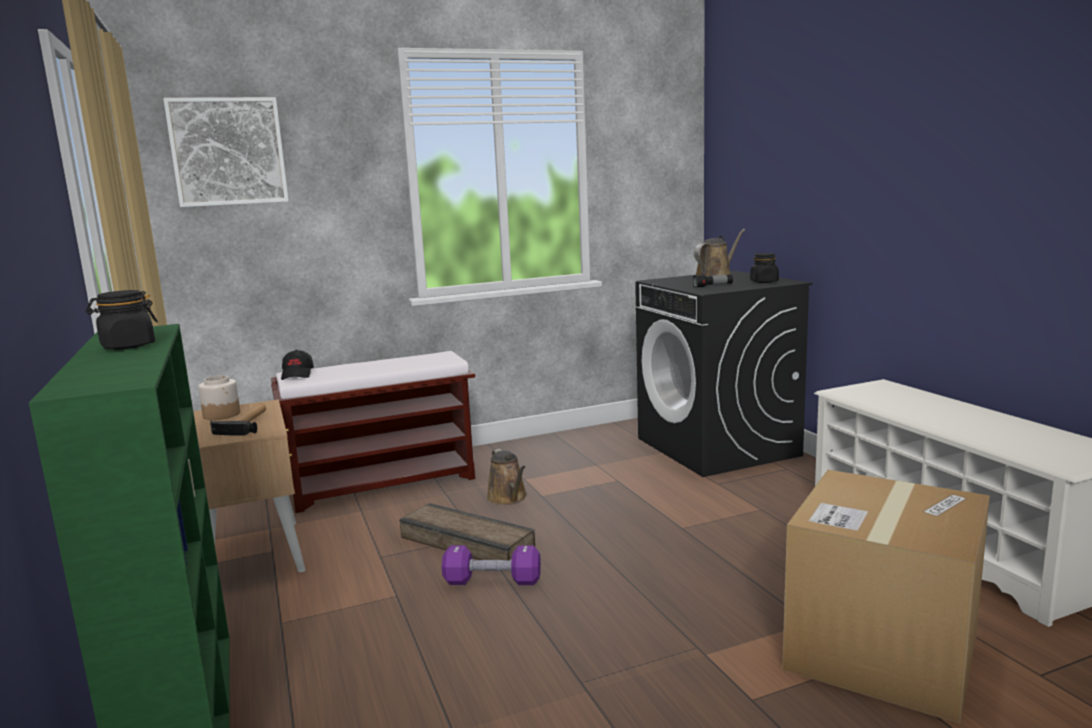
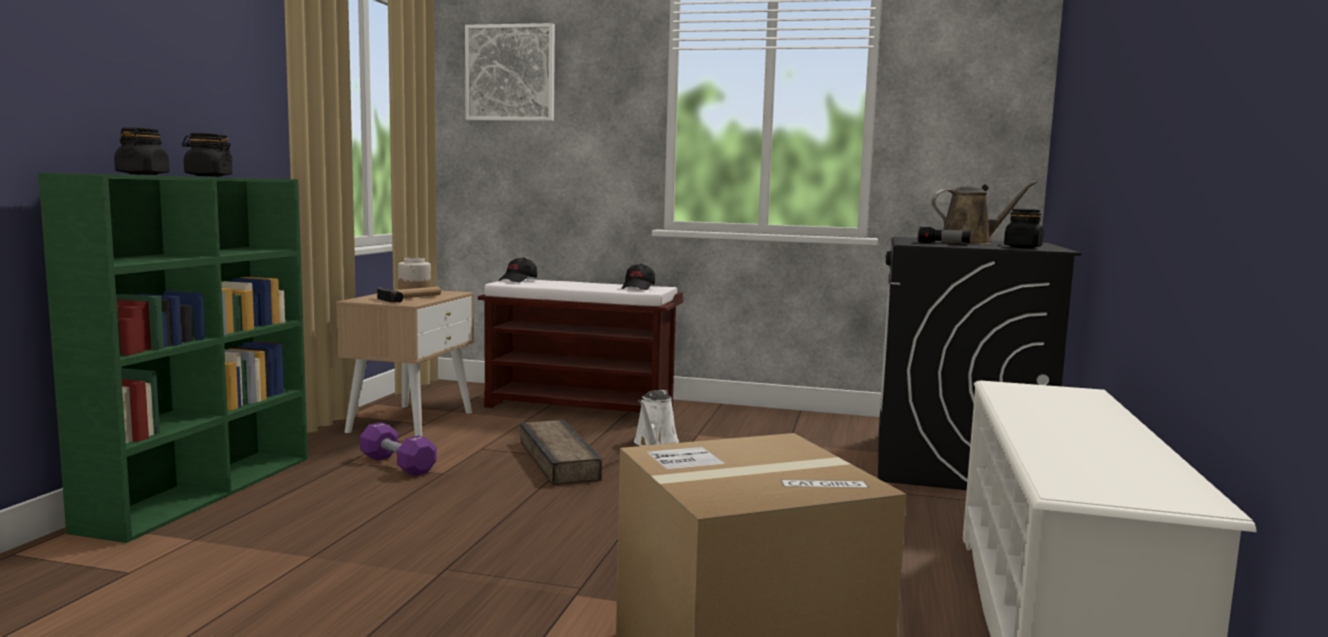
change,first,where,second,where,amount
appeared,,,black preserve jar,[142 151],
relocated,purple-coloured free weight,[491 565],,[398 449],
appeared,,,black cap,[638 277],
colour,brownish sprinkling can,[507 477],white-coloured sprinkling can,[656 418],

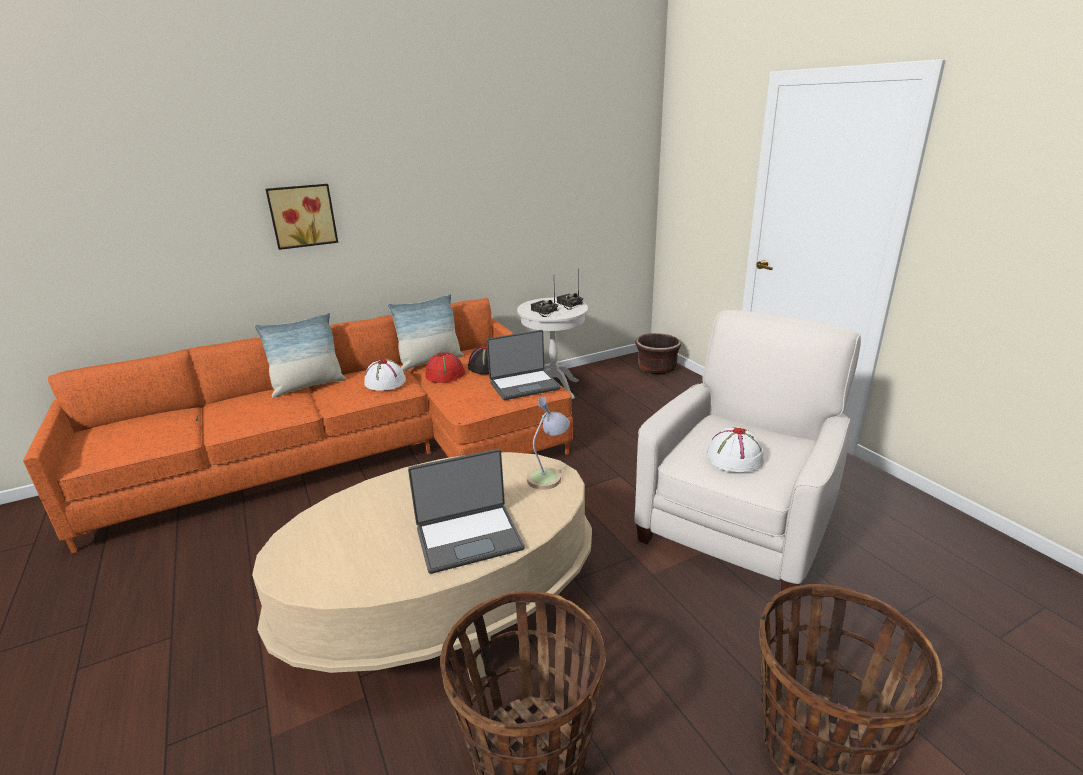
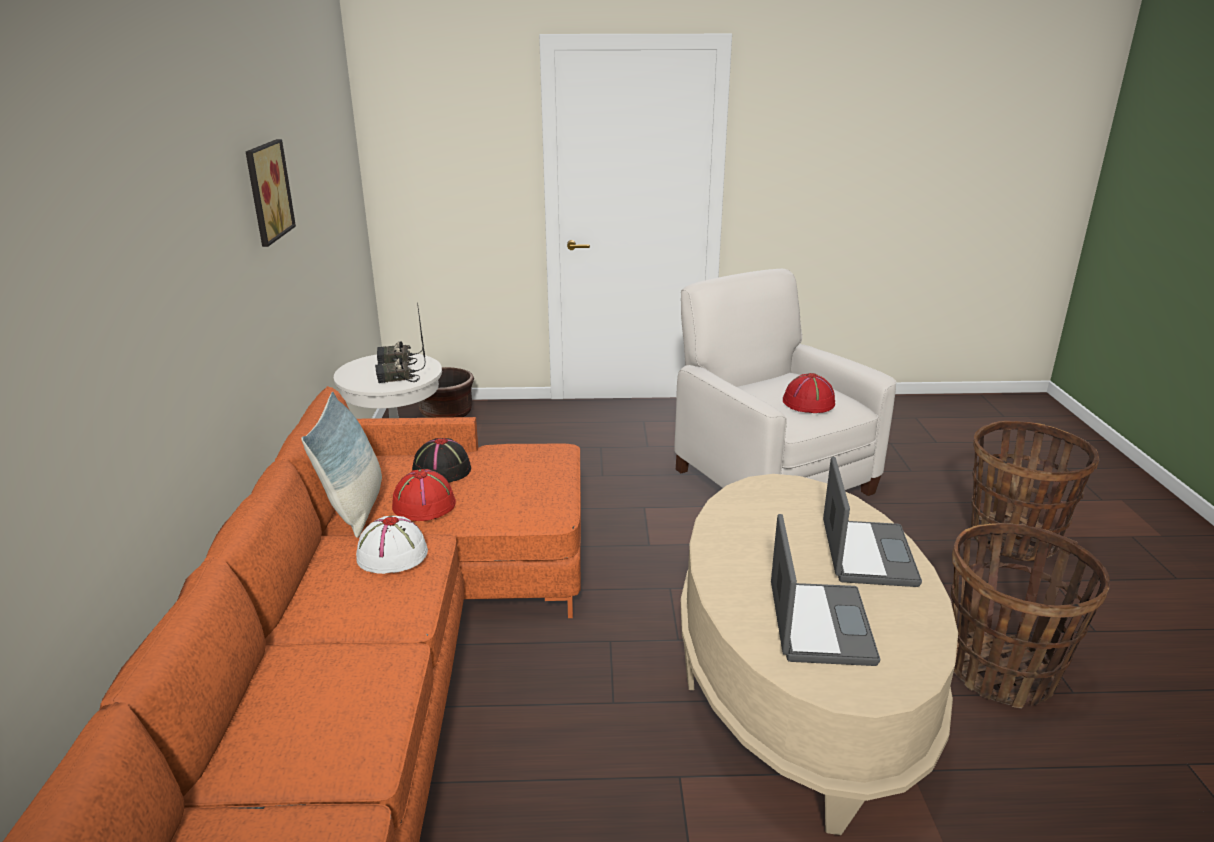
change,first,where,second,where,amount
relocated,picture,[301 217],,[271 193],
relocated,notebook computer,[523 365],,[825 590],
colour,white-coloured wearable hat,[735 449],red-coloured wearable hat,[809 393],
missing,pillow,[300 355],,,
missing,lamp for a table,[548 443],,,

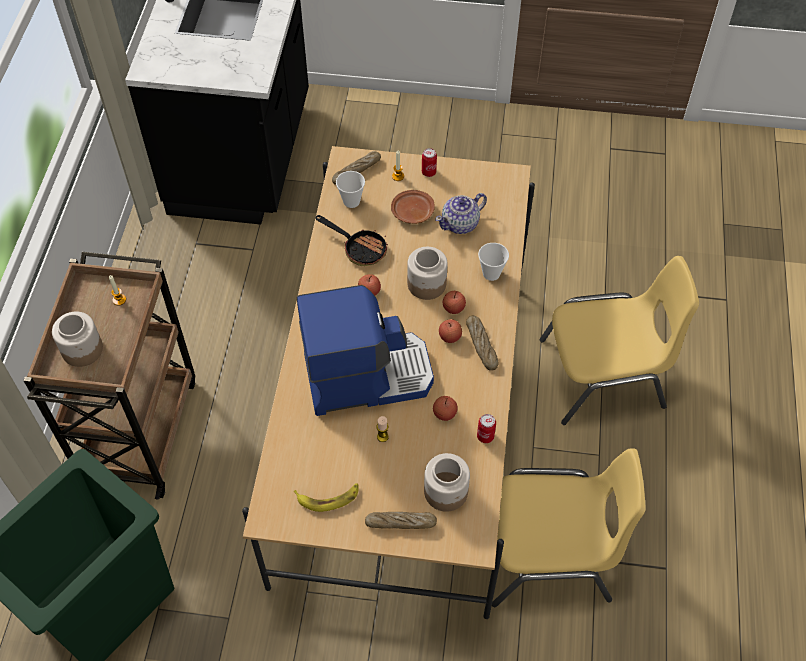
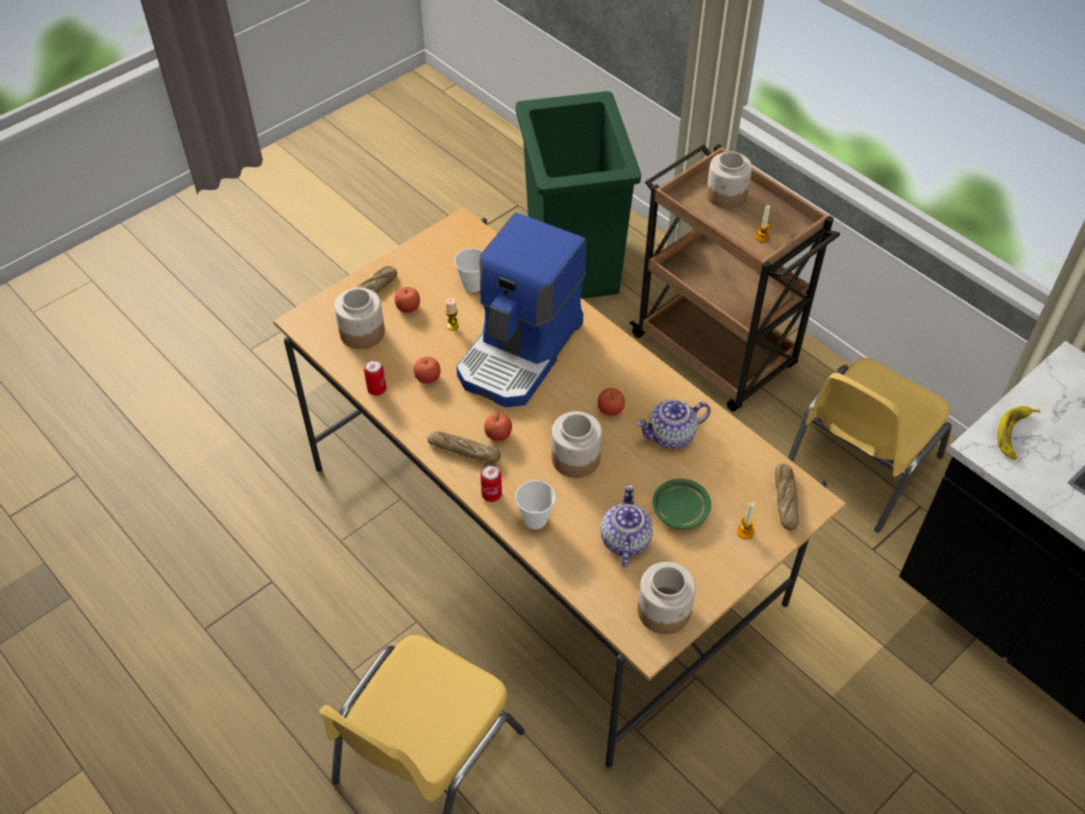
change,first,where,second,where,amount
relocated,apple fruit,[454 302],,[407 300],
relocated,cup,[350 189],,[468 270],
relocated,can,[429 162],,[491 483],
exchanged,skillet,[351 240],teapot,[673 424],
appeared,,,preserve jar,[666 598],
colour,brownish dinner plate,[413 207],greenish dinner plate,[681 504],
relocated,yellowish upright chair,[569 527],,[870 445],
relocated,whole banana,[326 497],,[1018 433],

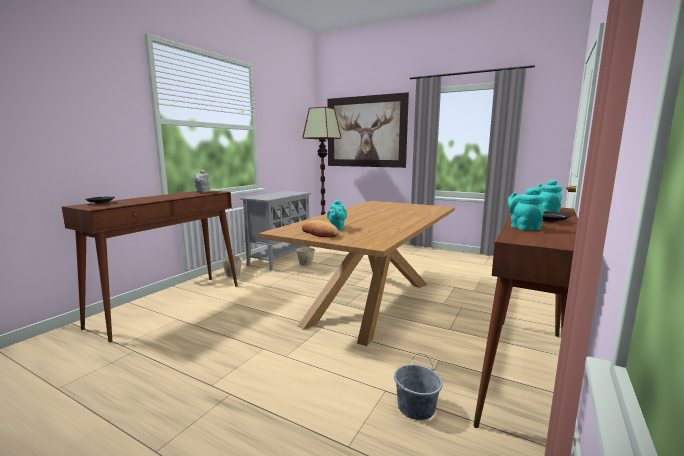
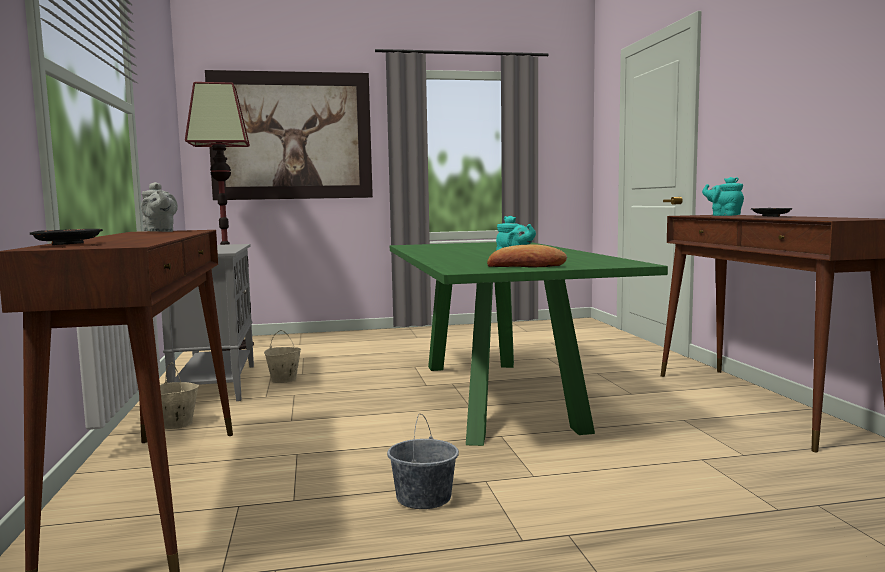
change,first,where,second,where,amount
relocated,greyish water bucket,[418 386],,[423 461],
colour,brownish dinner table,[357 273],greenish dinner table,[529 344],
missing,turquoise teapot,[526 209],,,

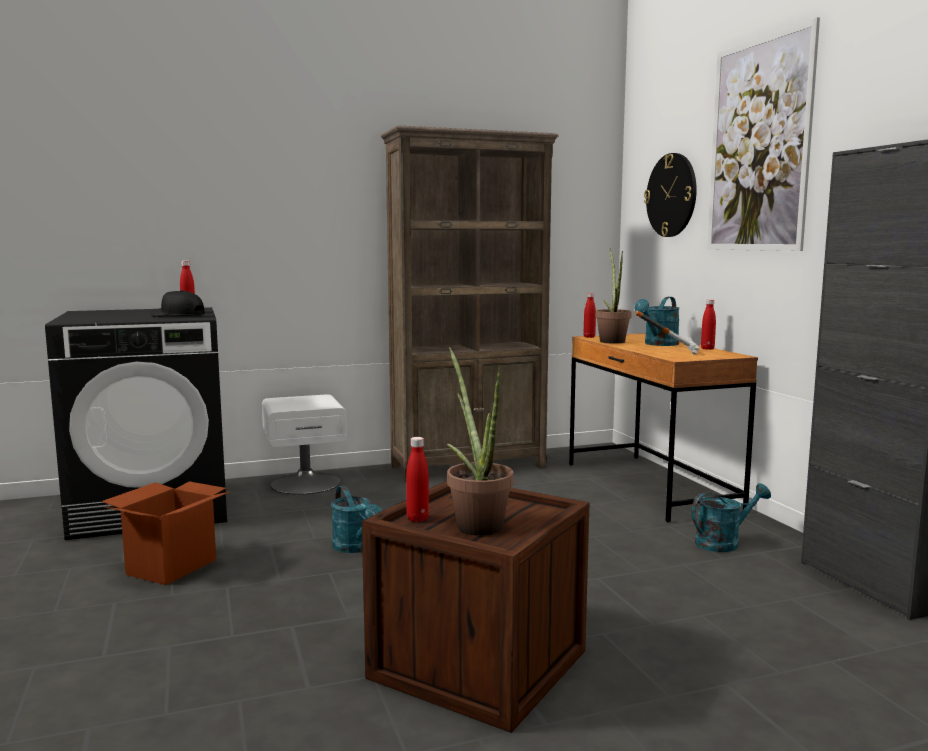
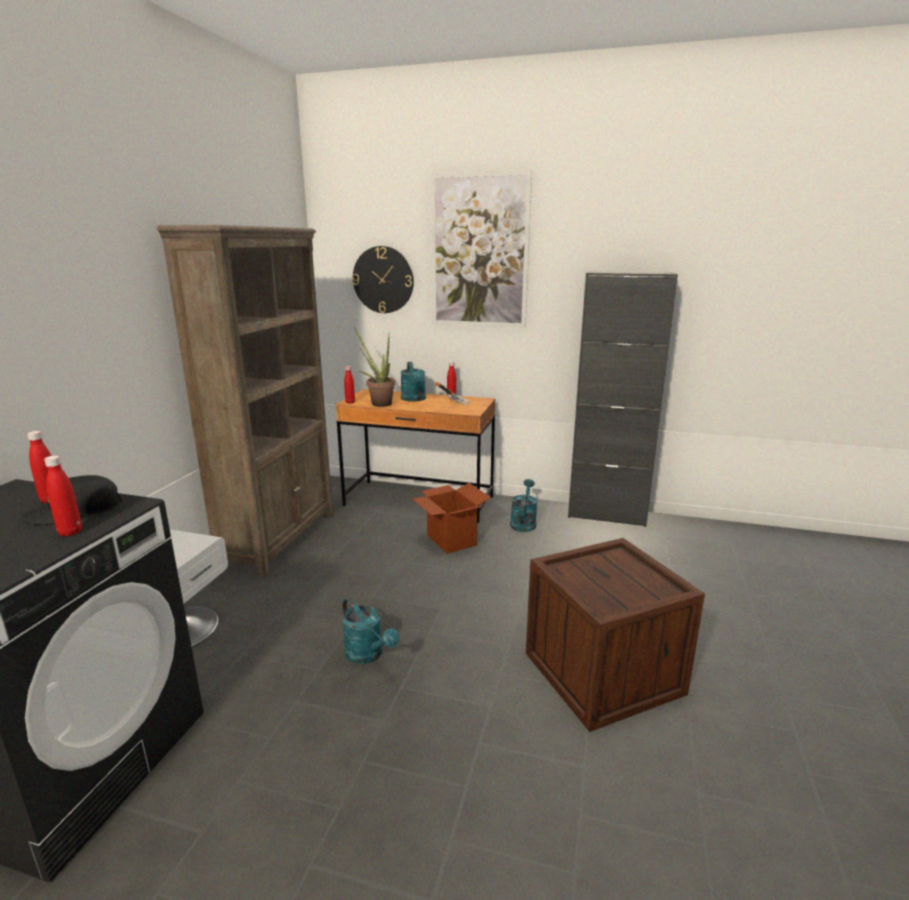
change,first,where,second,where,amount
relocated,red-coloured drink bottle,[417 479],,[63 495],
spun,turquoise sprinkling can,[356 519],,[370 630],45 degrees clockwise
relocated,packing box,[166 533],,[451 518],
missing,plant in a pot,[480 441],,,

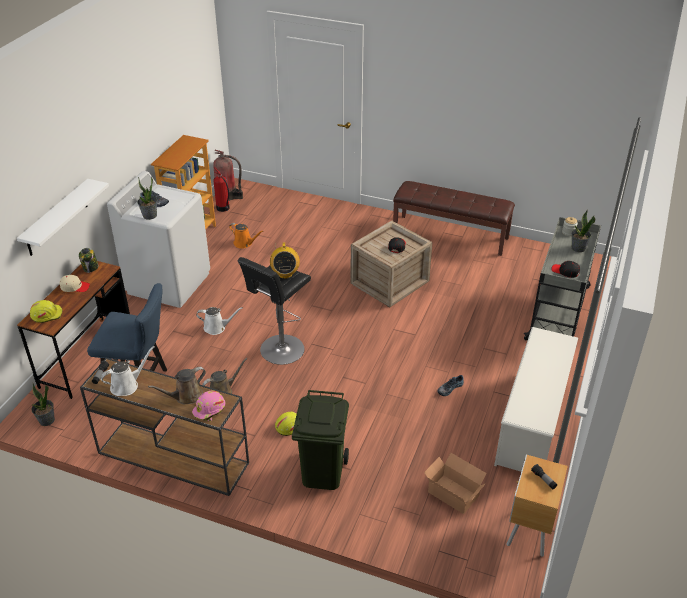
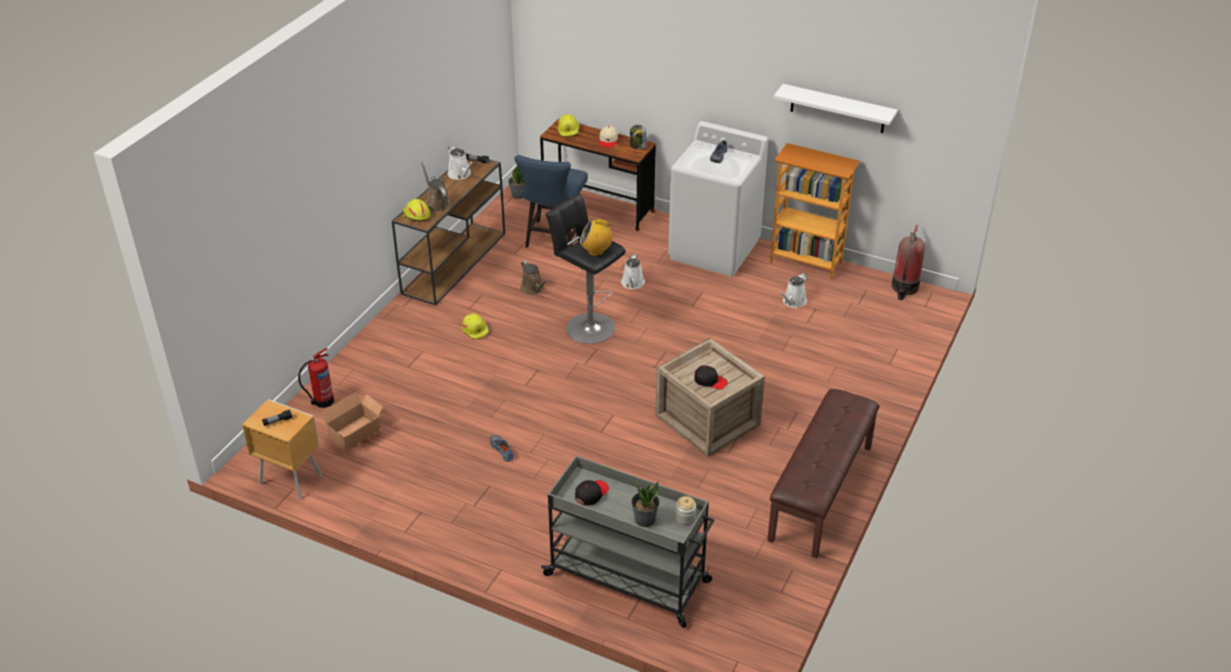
change,first,where,second,where,amount
relocated,extinguisher,[221 189],,[316 378],
colour,pinkish hard hat,[208 406],yellowish hard hat,[416 210],
relocated,white-coloured shelf,[63 217],,[835 108],
colour,orange-coloured sprinkling can,[246 236],white-coloured sprinkling can,[793 290],
missing,plant in a pot,[147 198],,,
missing,greenish waste bin,[320 440],,,
missing,white-coloured shoe rack,[536 399],,,

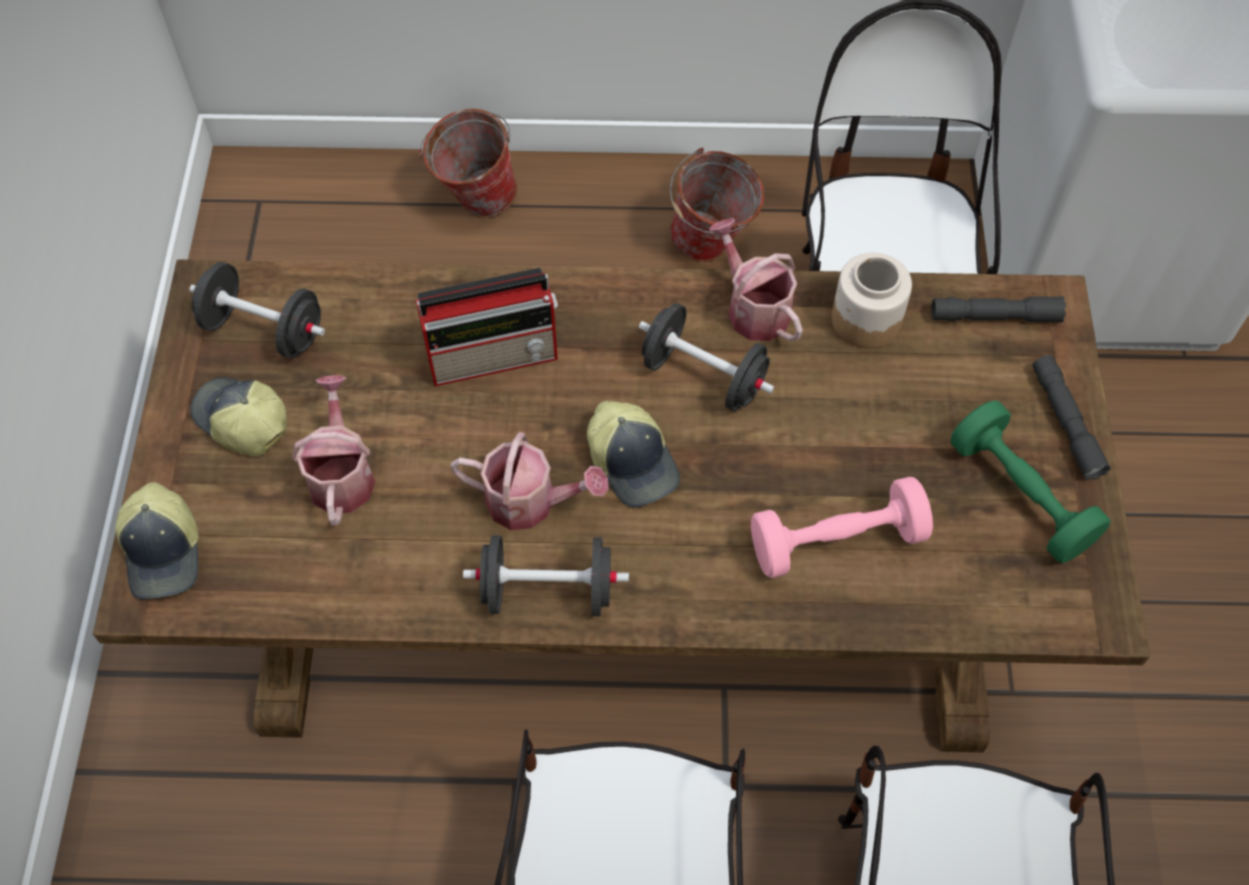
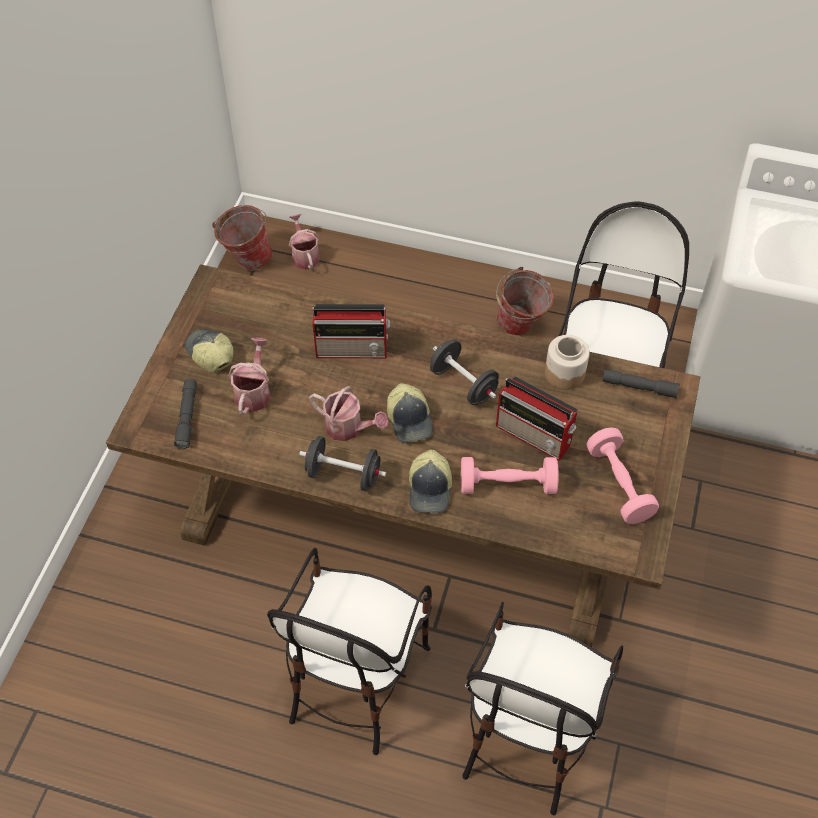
change,first,where,second,where,amount
relocated,greyish flashlight,[1071 417],,[185 414],
relocated,water bucket,[468 163],,[242 238],
relocated,sprinkling can,[756 279],,[304 242],
relocated,cap,[157 540],,[430 481],
appeared,,,radio set,[537 418],
colour,greenish free weight,[1030 482],pinkish free weight,[622 475],
missing,black free weight,[257 310],,,

